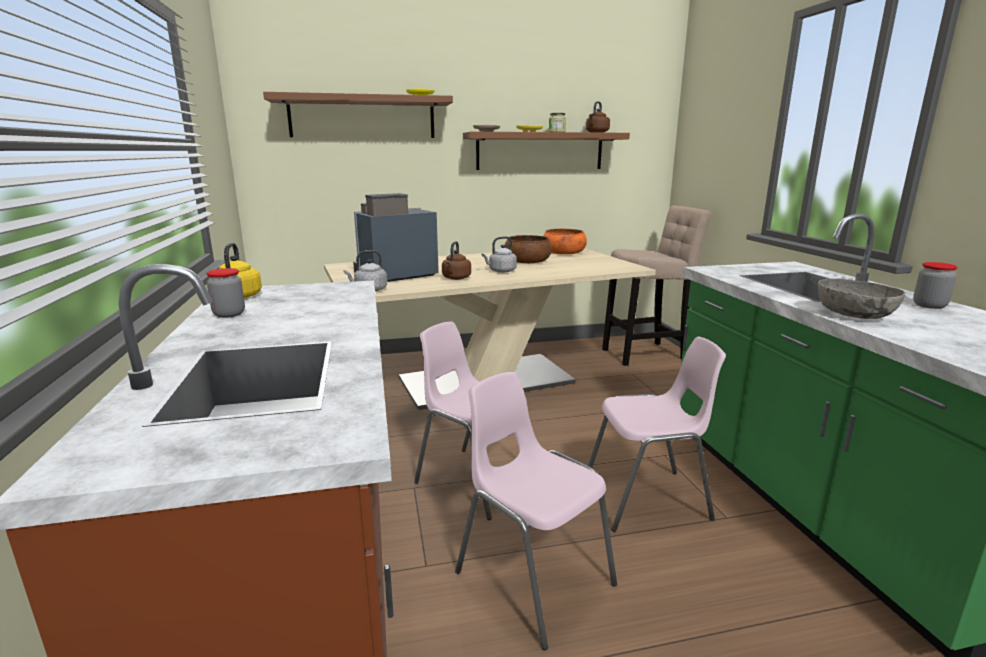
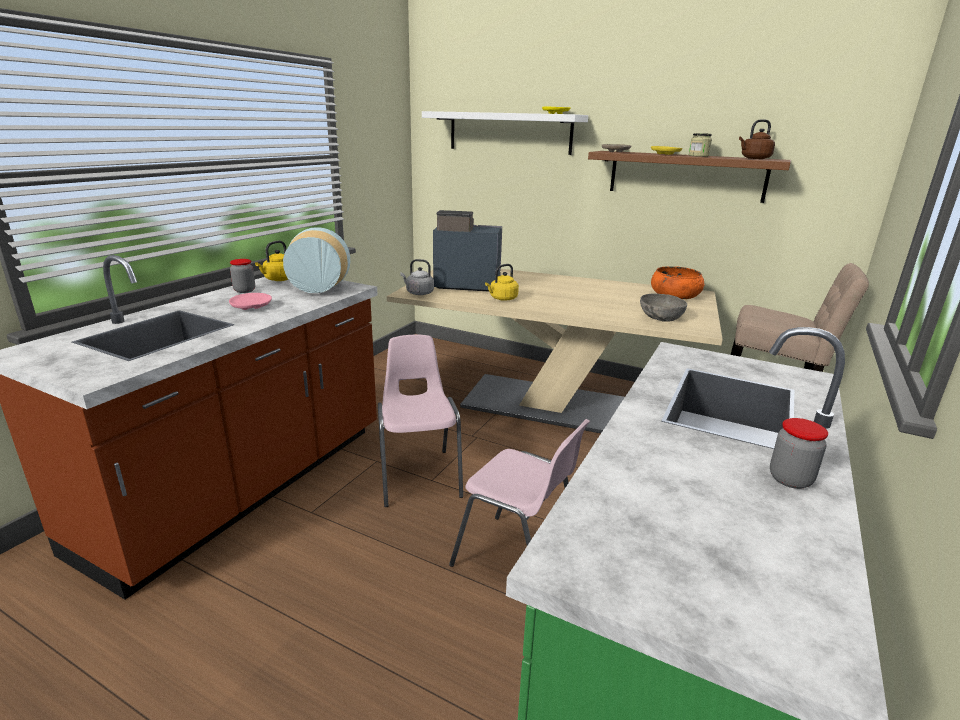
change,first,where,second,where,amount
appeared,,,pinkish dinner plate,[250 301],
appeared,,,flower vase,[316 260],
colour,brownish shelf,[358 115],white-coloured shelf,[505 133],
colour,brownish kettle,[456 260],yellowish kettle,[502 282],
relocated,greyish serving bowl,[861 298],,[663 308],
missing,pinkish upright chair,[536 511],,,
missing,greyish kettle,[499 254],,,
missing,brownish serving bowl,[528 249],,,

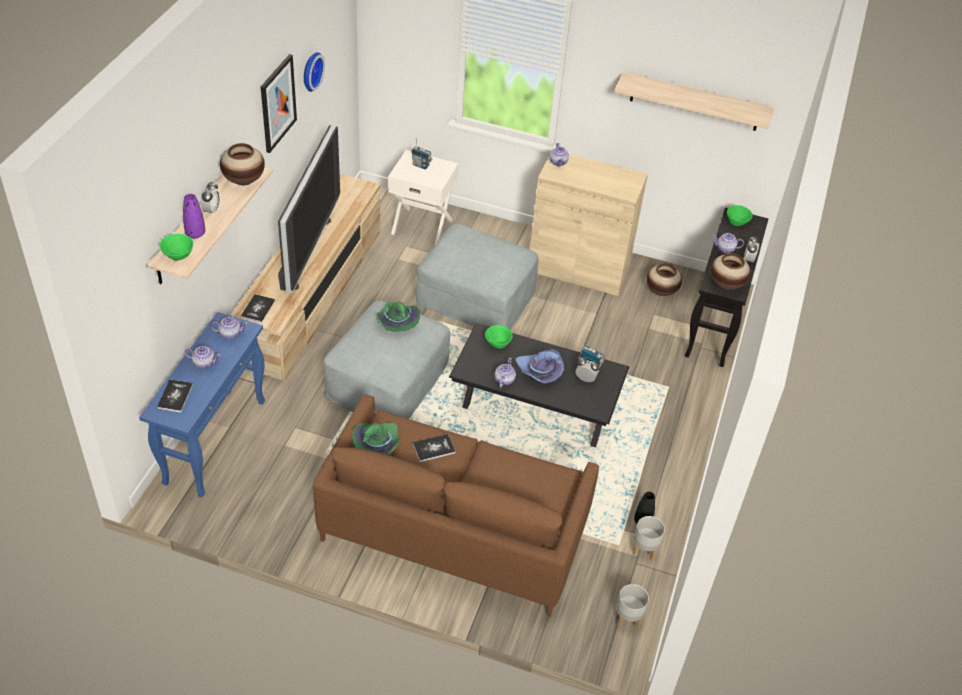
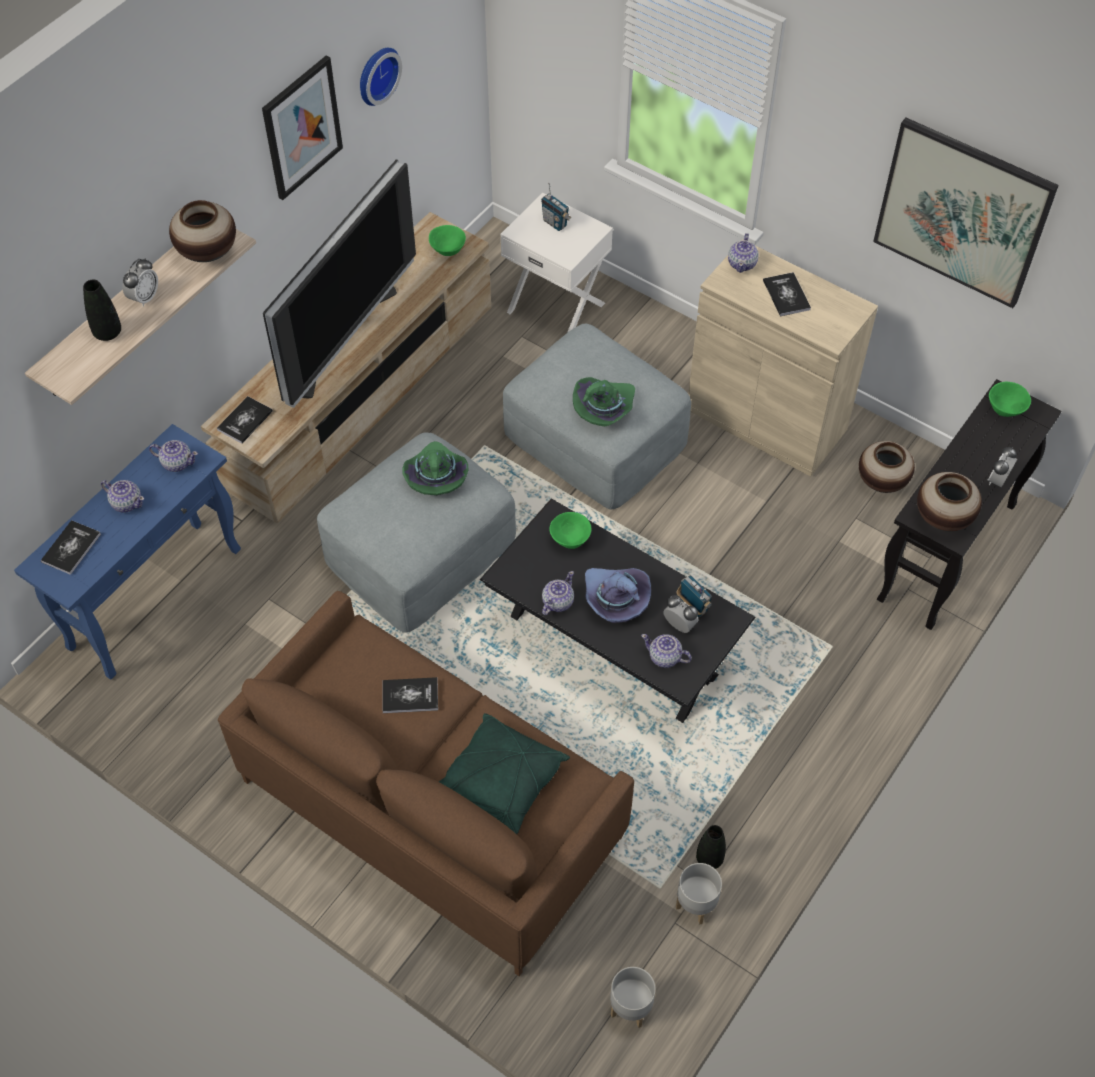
change,first,where,second,where,amount
colour,purple-coloured flower vase,[194 216],black flower vase,[102 310],
relocated,greenish serving bowl,[176 247],,[447 240],
appeared,,,greenish pillow,[504 773],
relocated,greenish wearable hat,[376 439],,[604 401],
relocated,teapot,[728 243],,[666 651],
appeared,,,bound book,[787 294],
exchanged,shelf,[694 101],picture,[966 213],

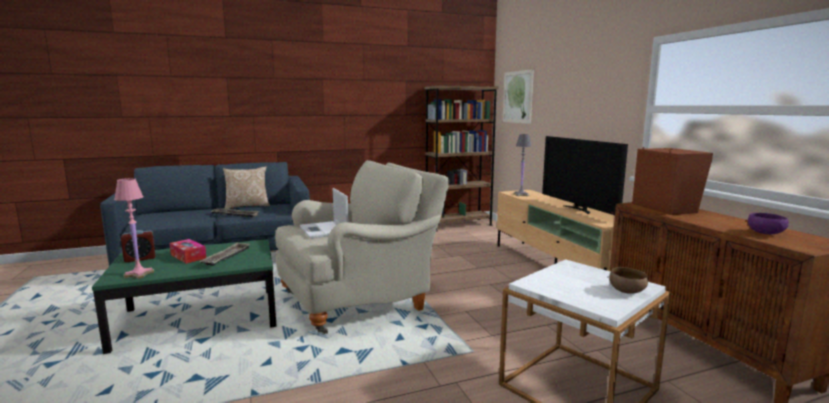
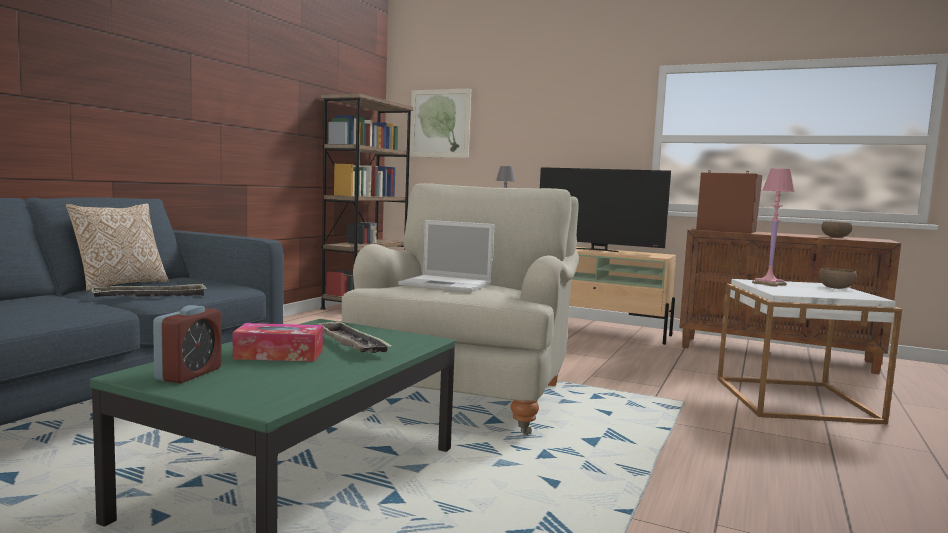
change,first,where,second,where,amount
relocated,pinkish lamp for a table,[134 228],,[773 228],
colour,purple-coloured serving bowl,[768 224],brownish serving bowl,[837 230],

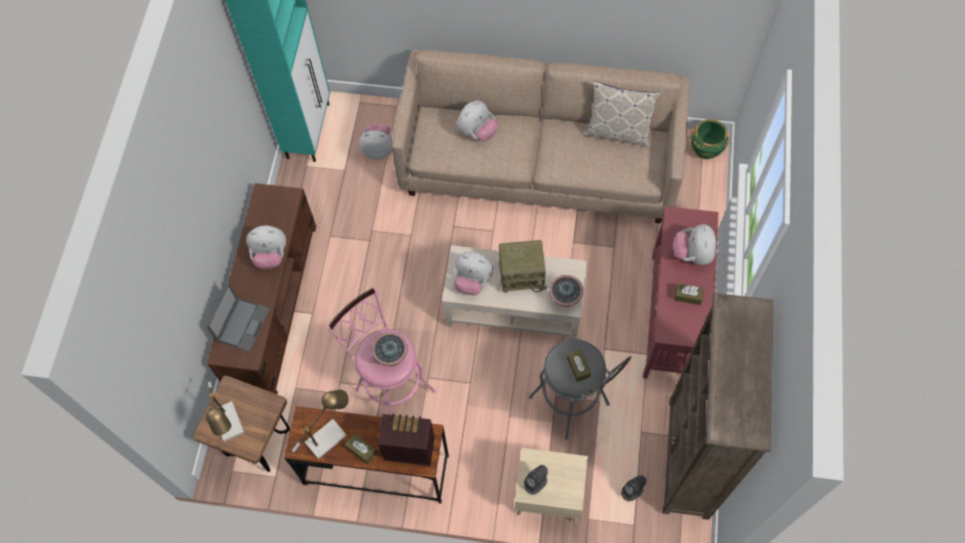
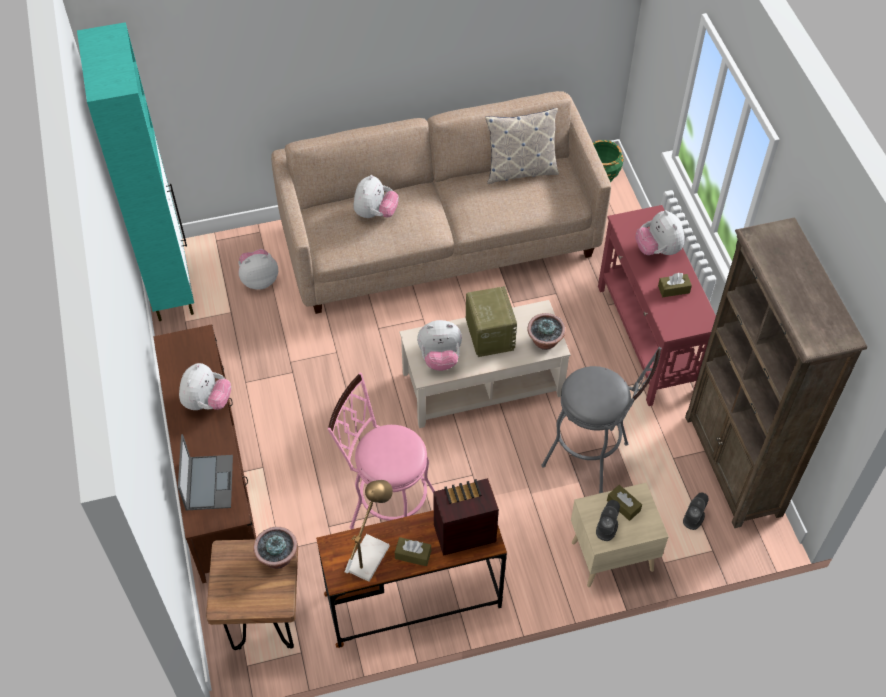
change,first,where,second,where,amount
spun,plush toy,[266 247],,[205 386],45 degrees counterclockwise
relocated,plant in a pot,[390 349],,[275 548],
spun,radio set,[523 266],,[491 321],75 degrees counterclockwise
relocated,brownish tissue box,[579 365],,[624 503],
missing,lamp for a table,[225 412],,,

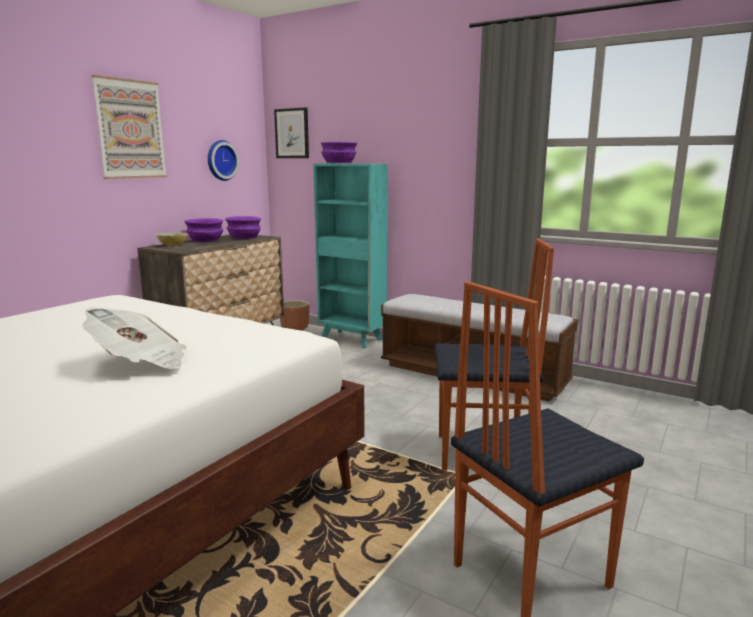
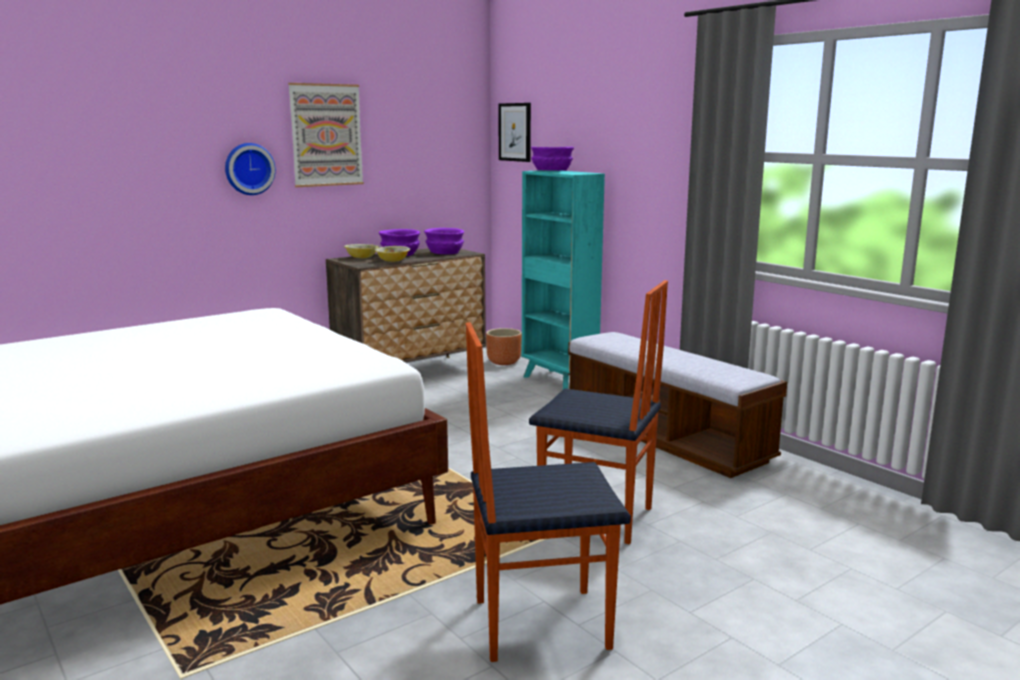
change,first,where,second,where,amount
relocated,clock on the wall,[223 160],,[250 169],
appeared,,,serving bowl,[392 254],
missing,printed paper,[134 339],,,

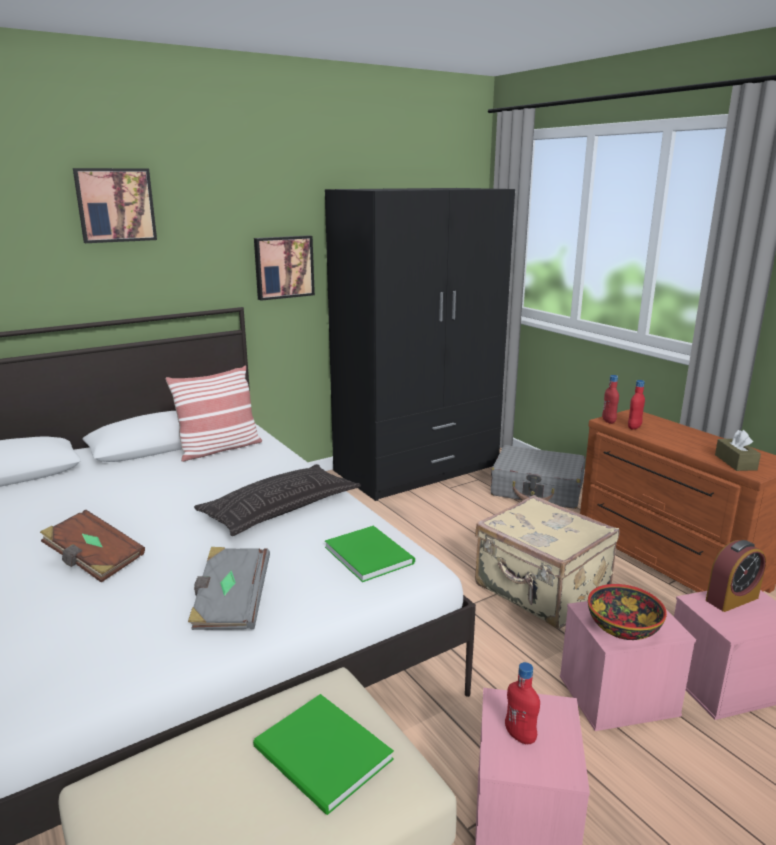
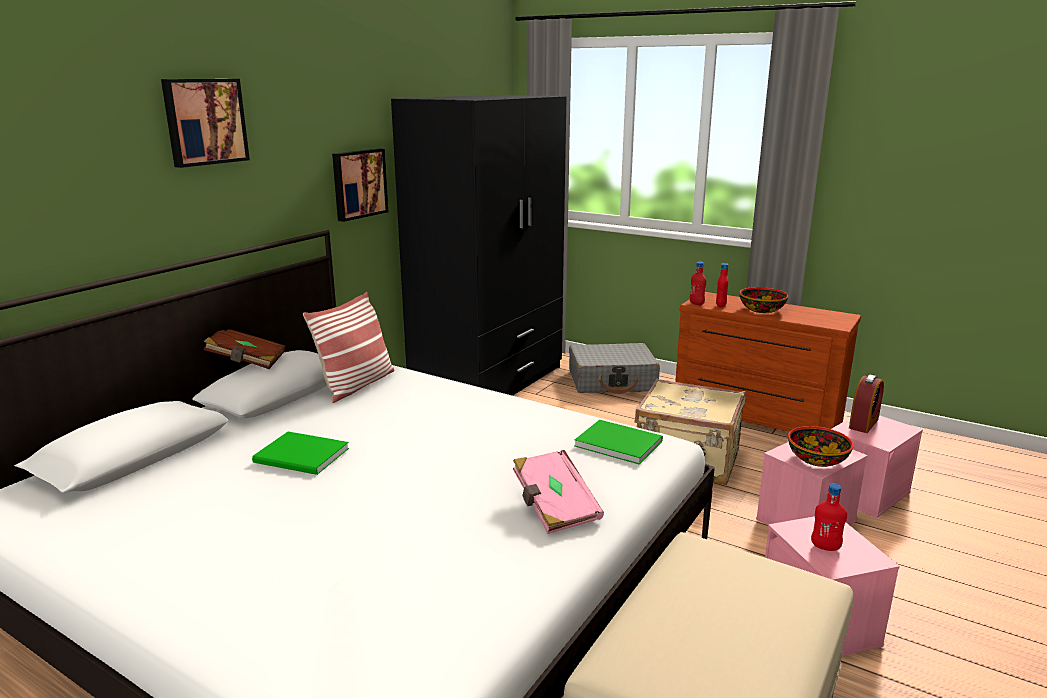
change,first,where,second,where,amount
relocated,brownish bound book,[92 546],,[244 349],
relocated,greenish bound book,[323 754],,[300 453],
colour,greyish bound book,[229 588],pinkish bound book,[558 492],
appeared,,,serving bowl,[763 300],
missing,pillow,[277 500],,,
missing,brownish tissue box,[738 450],,,

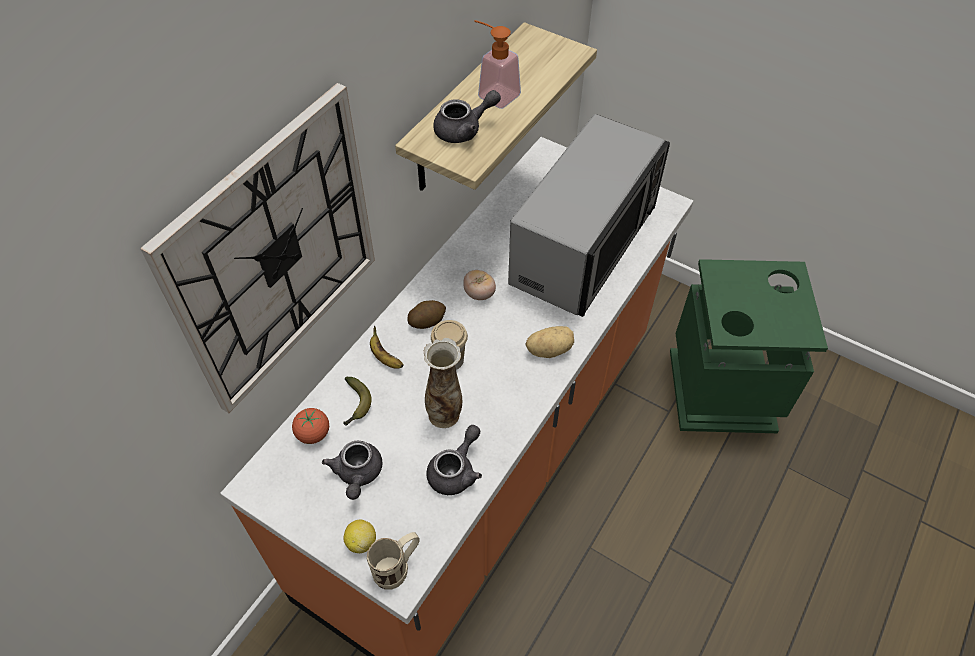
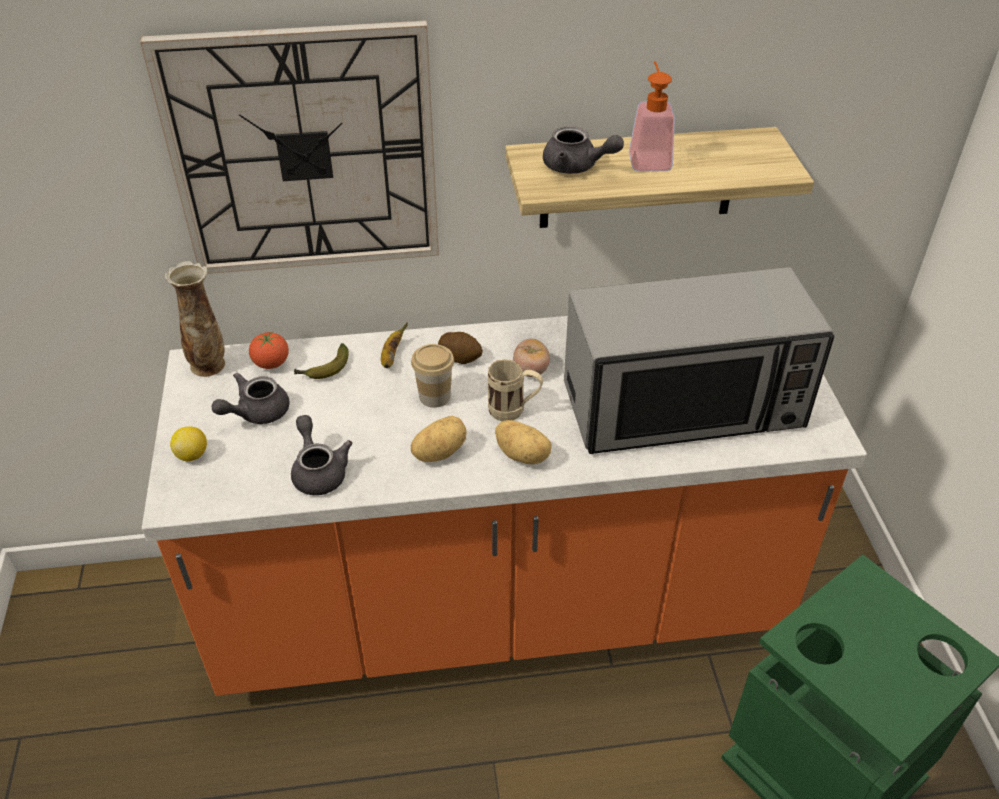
change,first,where,second,where,amount
relocated,flower vase,[443 383],,[195 319],
spun,greyish teapot,[454 460],,[321 455],105 degrees counterclockwise
appeared,,,whole potato,[438 439],
relocated,sand-coloured tea mug,[393 561],,[515 390],

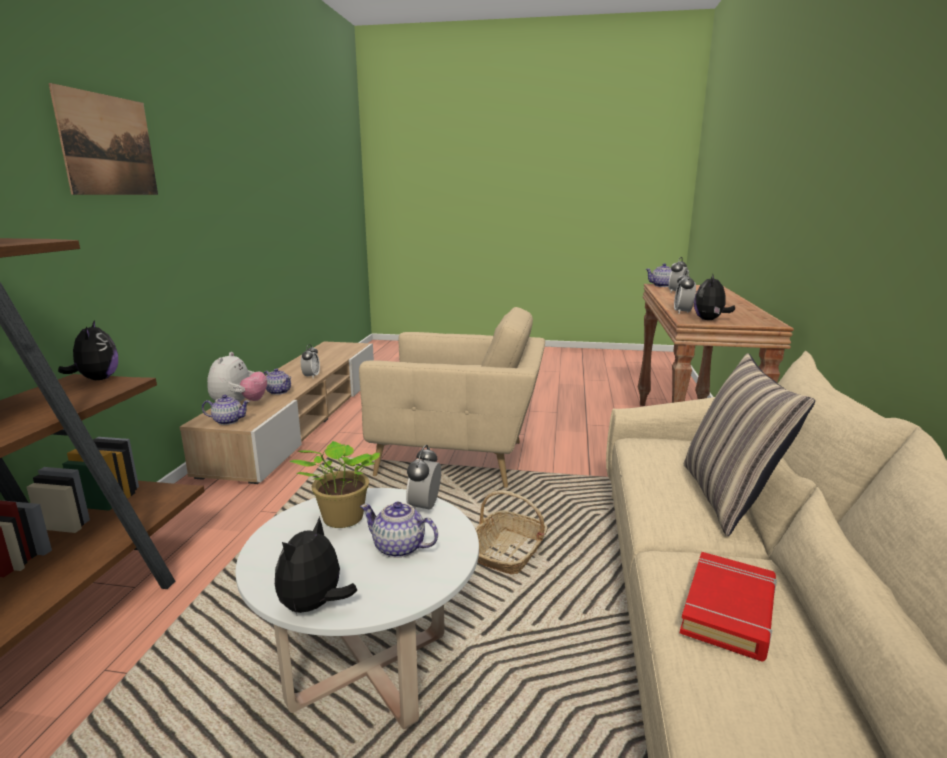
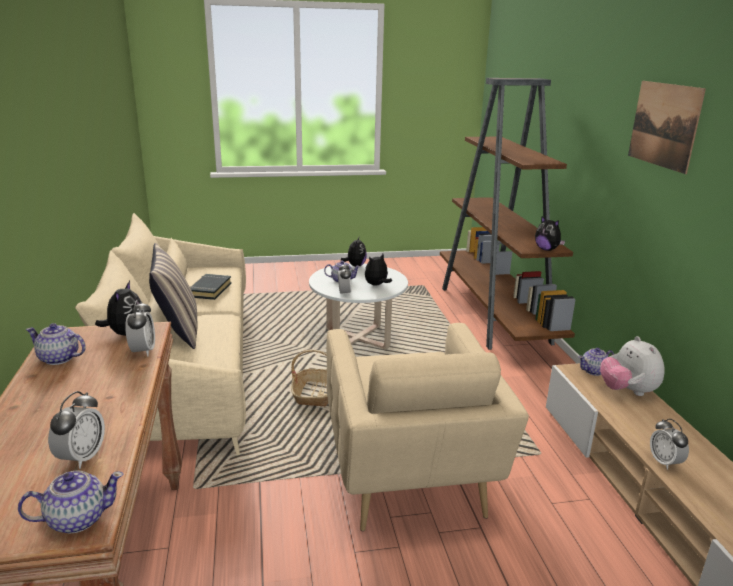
change,first,where,second,where,amount
relocated,teapot,[277 381],,[56 344],
colour,red-coloured bound book,[728 606],black bound book,[210 287],
spun,sand-coloured easy chair,[452 397],,[427 427],90 degrees counterclockwise
exchanged,plant in a pot,[334 484],plush toy,[378 270],

